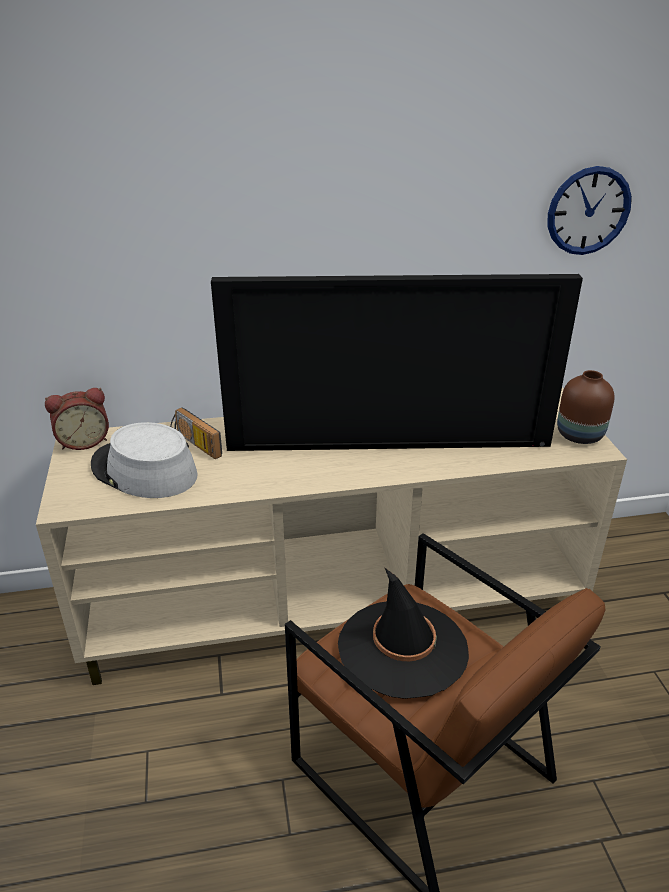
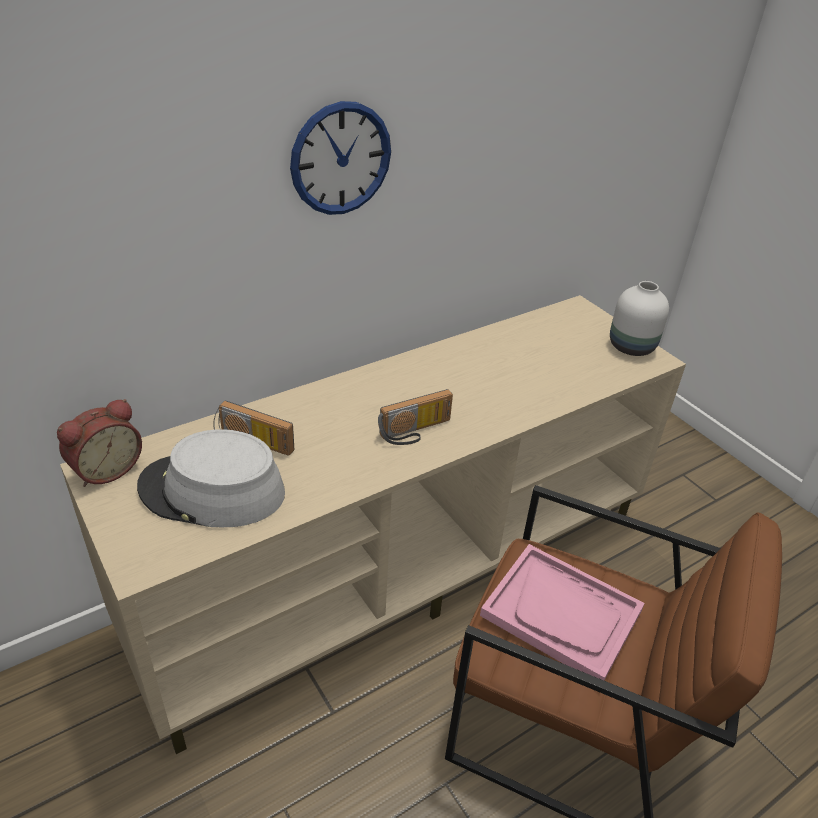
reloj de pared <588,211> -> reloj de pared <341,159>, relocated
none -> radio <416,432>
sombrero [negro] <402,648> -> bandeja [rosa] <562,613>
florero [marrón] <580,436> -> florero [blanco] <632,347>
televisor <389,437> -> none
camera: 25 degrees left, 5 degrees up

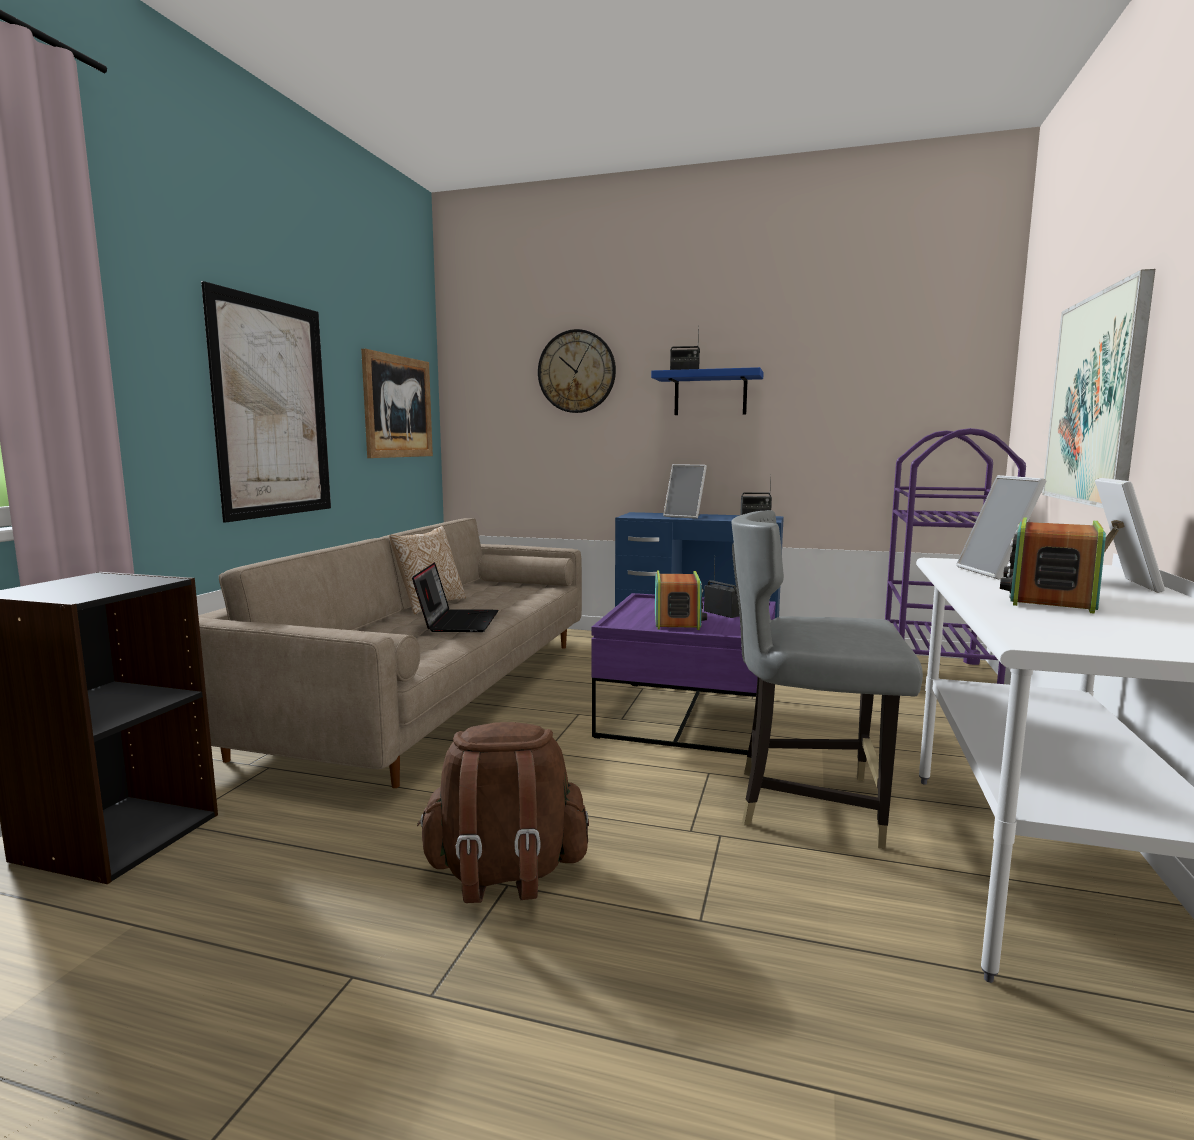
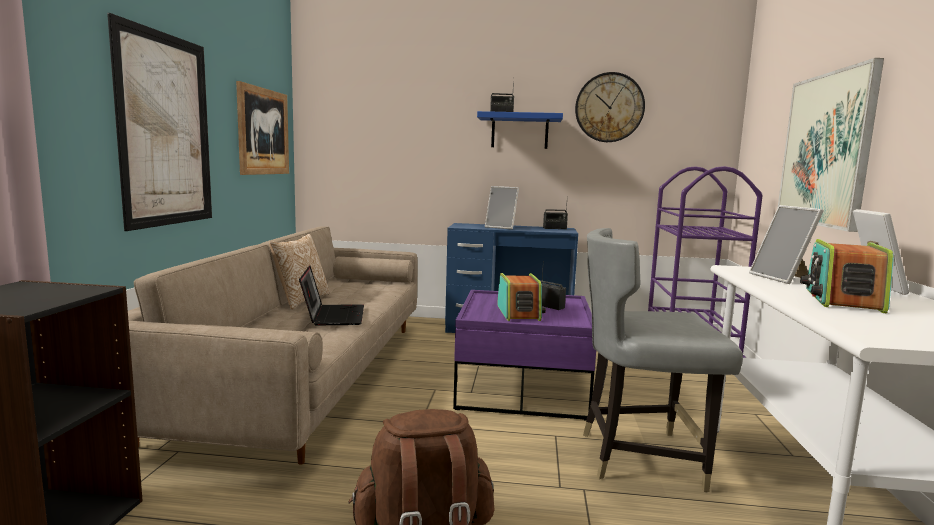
reloj de pared <576,371> -> reloj de pared <609,107>, relocated
camera: 10 degrees left, 0 degrees up

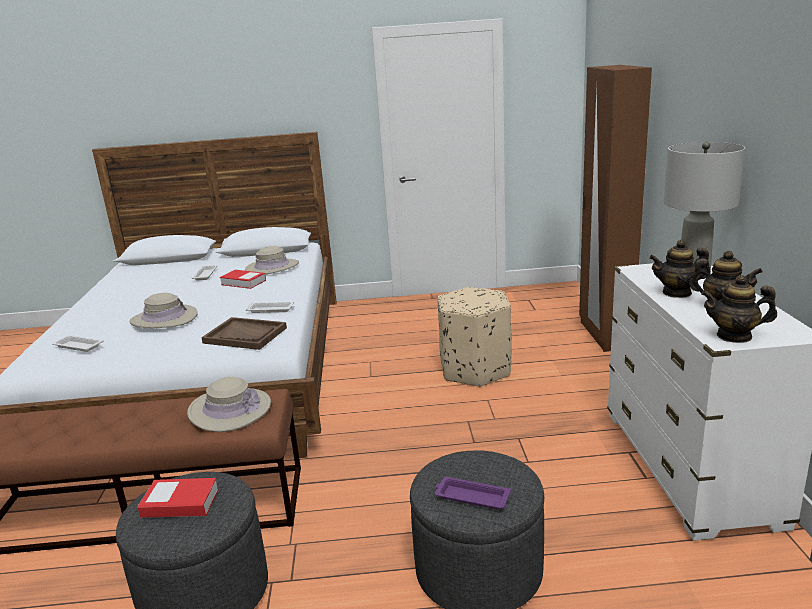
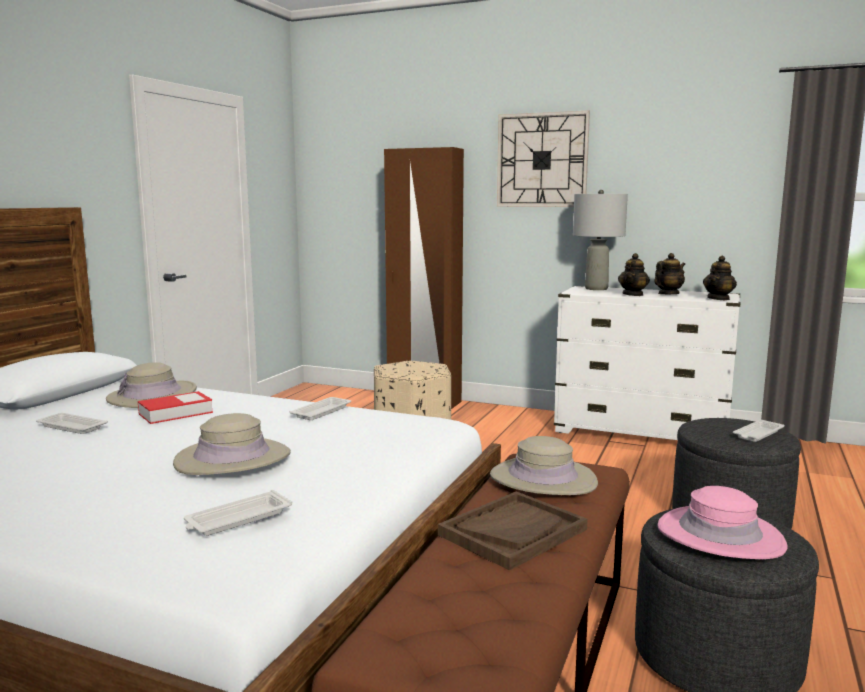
bandeja [marrón] <245,335> -> bandeja [marrón] <513,532>, relocated
none -> reloj de pared <542,160>
libro <180,503> -> sombrero [rosa] <720,536>
bandeja [morado] <471,497> -> bandeja [blanco] <757,434>
camera: 65 degrees left, 10 degrees down

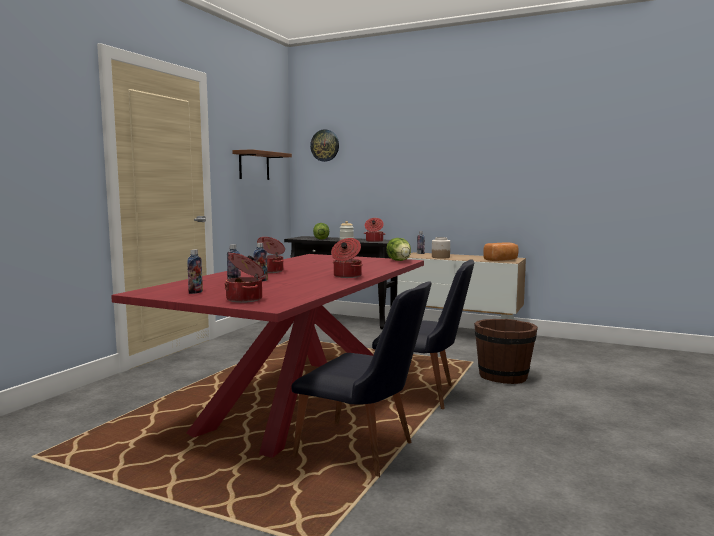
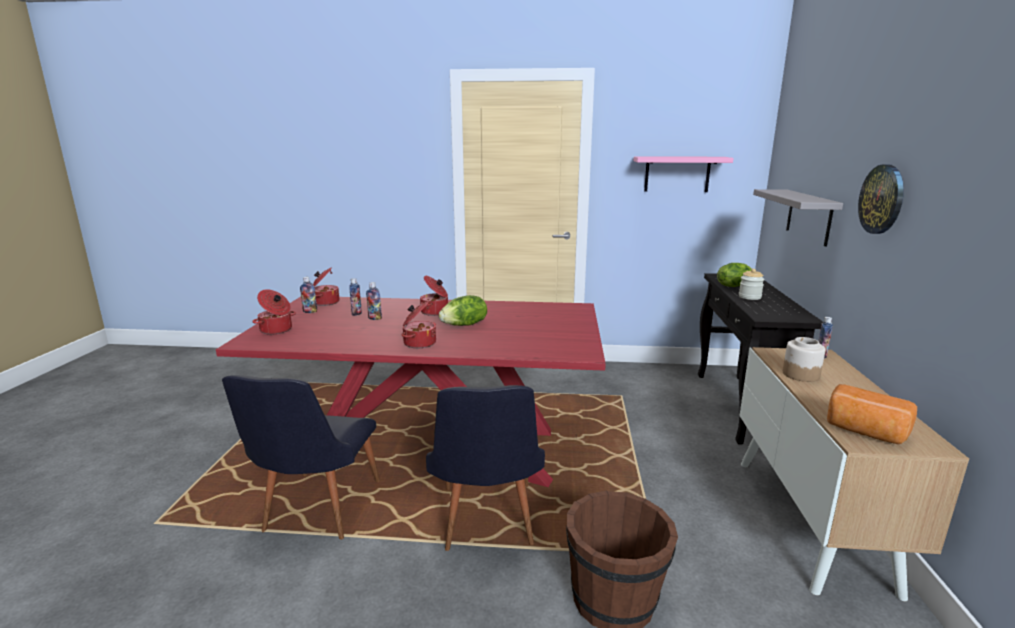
olla <374,241> -> olla <325,302>, relocated
lechuga <399,260> -> lechuga <465,325>, relocated
estante [marrón] <254,165> -> estante [rosa] <677,174>
none -> estante [gris] <809,216>
reloj de pared <325,145> -> reloj de pared <882,199>, relocated
camera: 70 degrees right, 10 degrees up

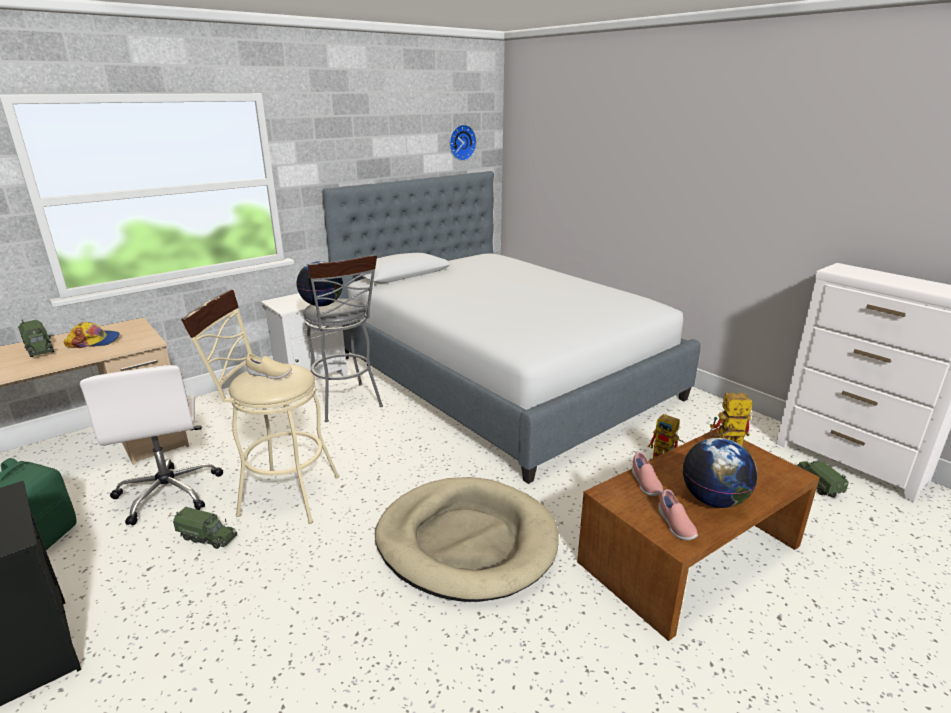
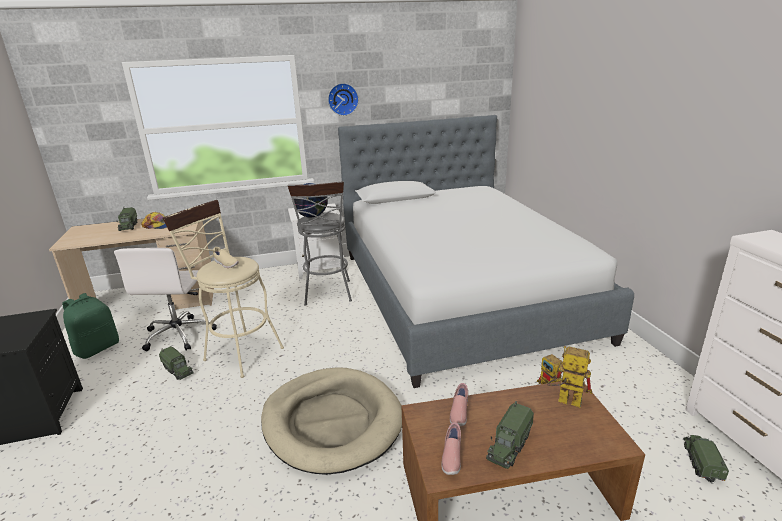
reloj de pared <461,142> -> reloj de pared <342,99>, relocated
globo terráqueo <713,500> -> camión de juguete <509,446>
camera: 25 degrees right, 0 degrees up

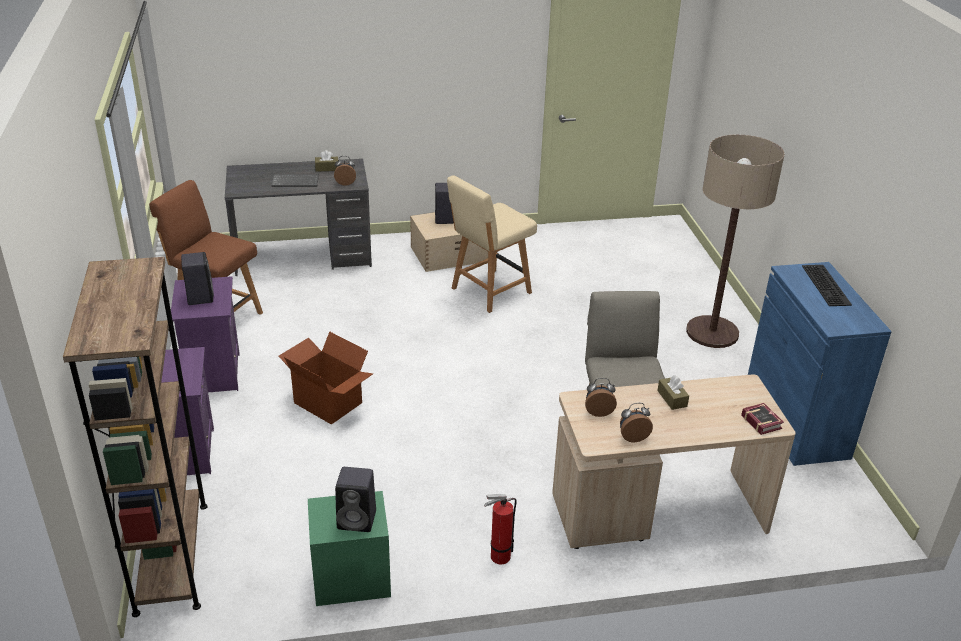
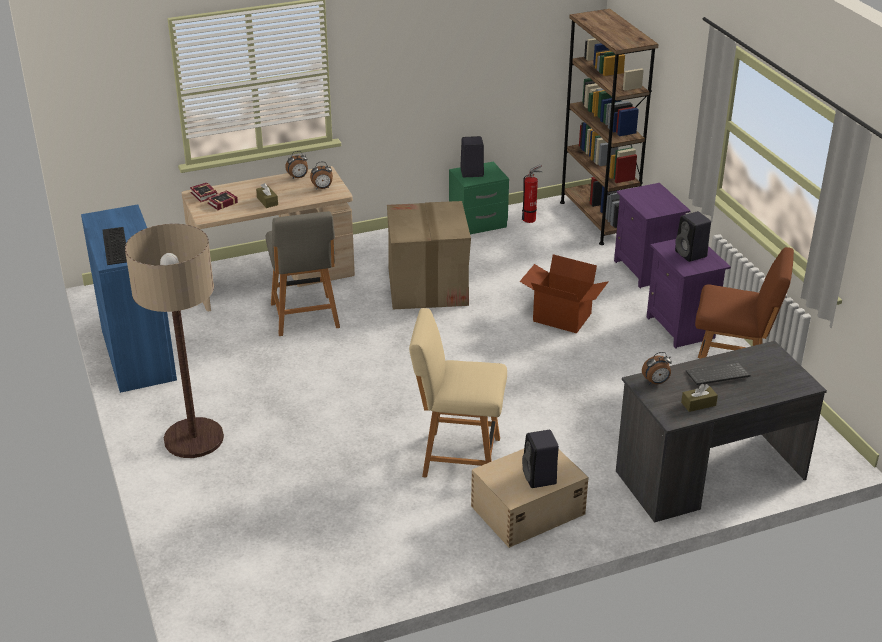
none -> libro <221,203>
none -> caja de cartón <428,287>
silla [beis] <489,291> -> silla [beis] <458,457>, 120 degrees counterclockwise
extintor <497,557> -> extintor <530,219>, relocated
camera: 170 degrees right, 0 degrees up

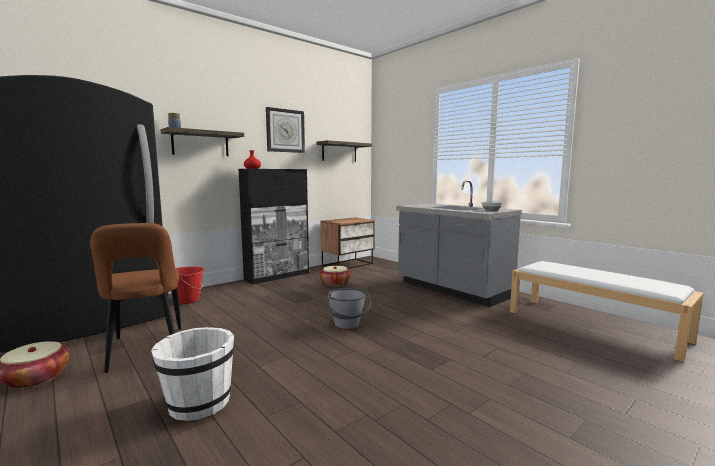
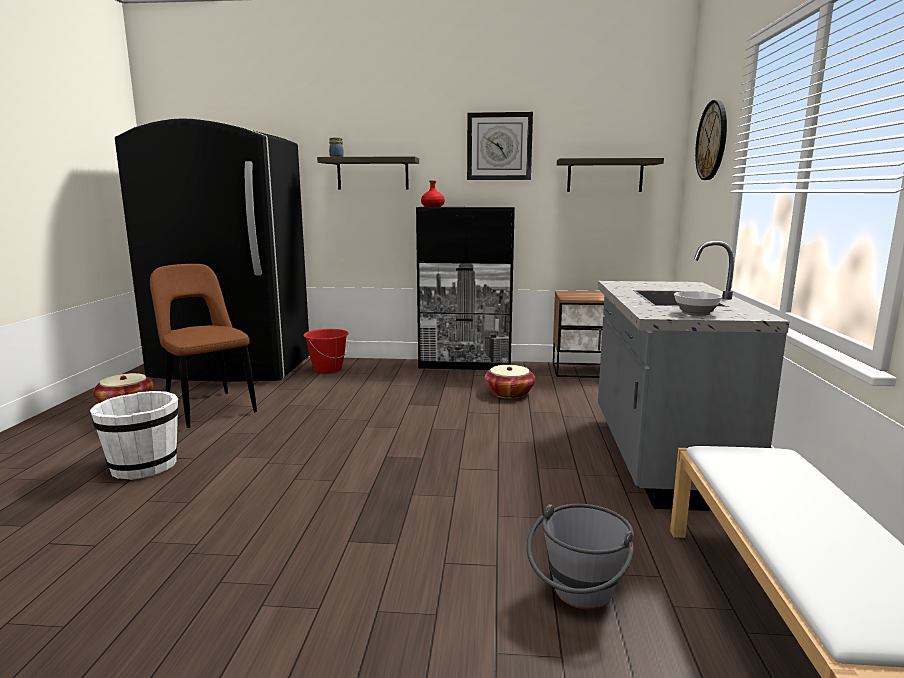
silla [marrón] <146,350> -> silla [marrón] <208,408>, 120 degrees clockwise
cubo [gris] <348,326> -> cubo [gris] <578,598>, relocated
none -> reloj de pared <712,140>
camera: 45 degrees right, 5 degrees up

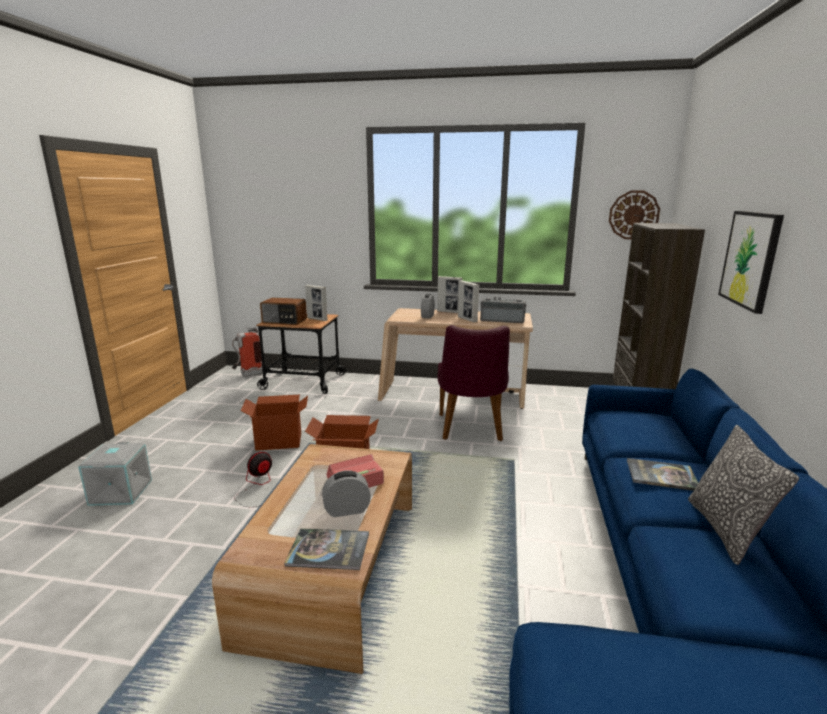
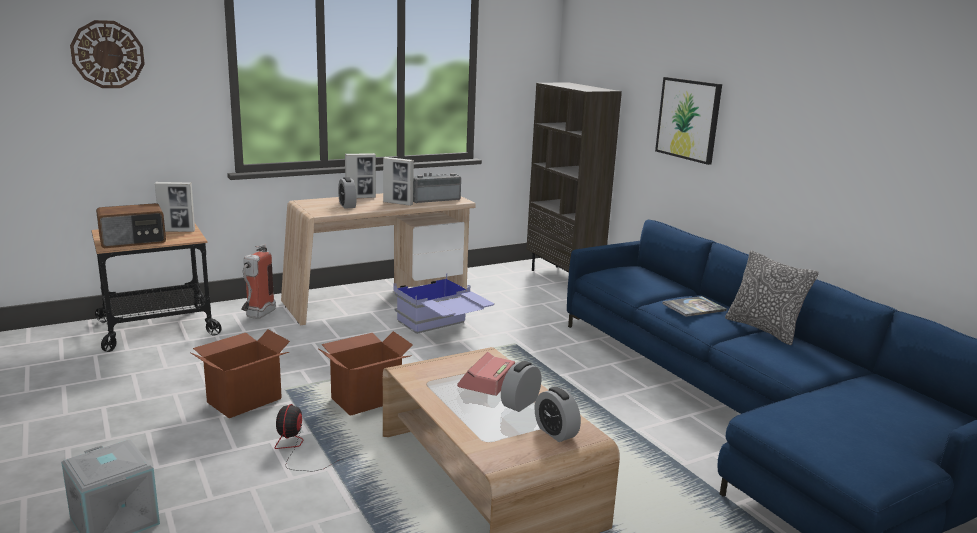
reloj de pared <633,215> -> reloj de pared <108,54>, relocated
extintor <248,375> -> extintor <257,316>, relocated
silla [morado] <471,430> -> caja de almacenaje [azul] <443,329>
libro <328,550> -> despertador <555,432>
camera: 40 degrees left, 0 degrees up

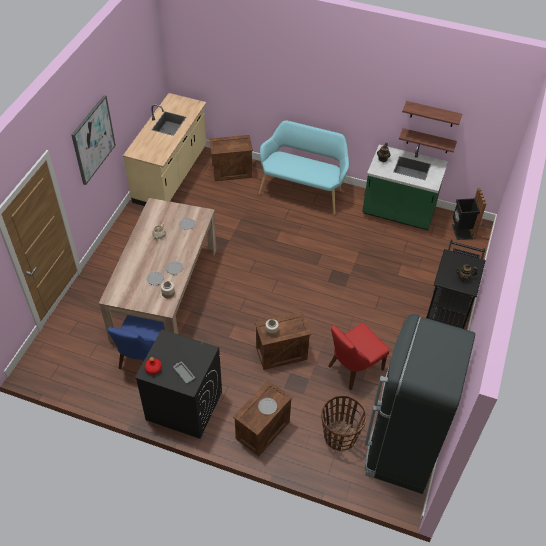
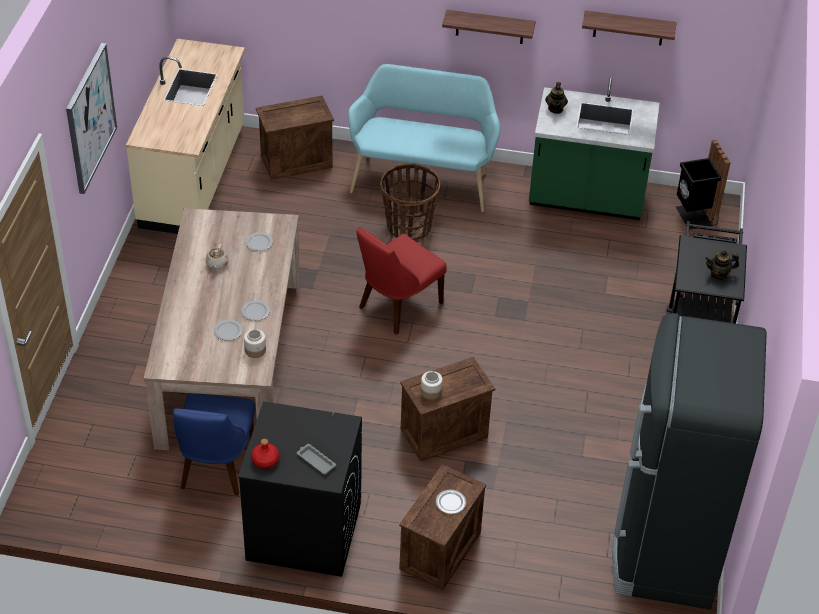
silla [rojo] <353,368> -> silla [rojo] <397,306>, relocated
cesta <339,436> -> cesta <408,227>, relocated
estante <428,141> -> estante <490,27>, relocated
camera: 10 degrees left, 5 degrees down

